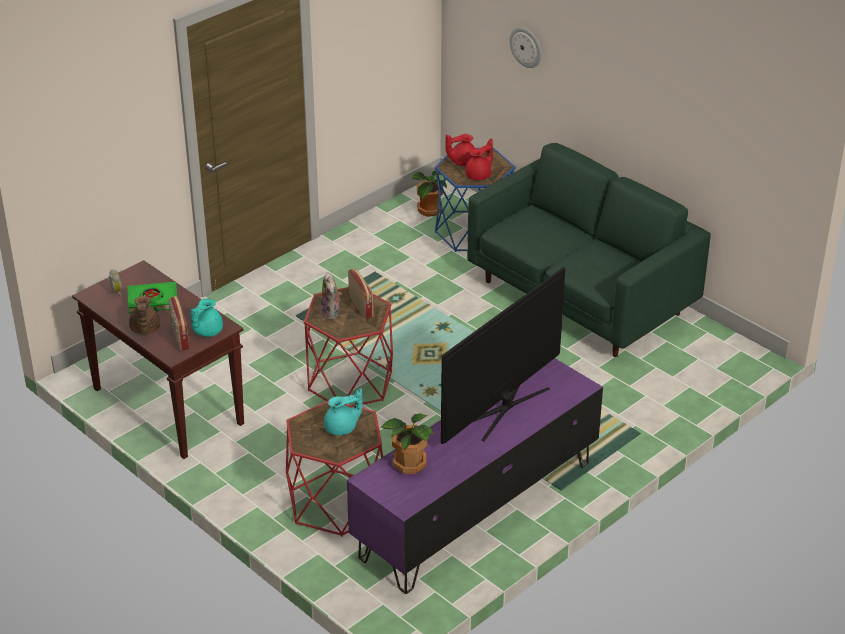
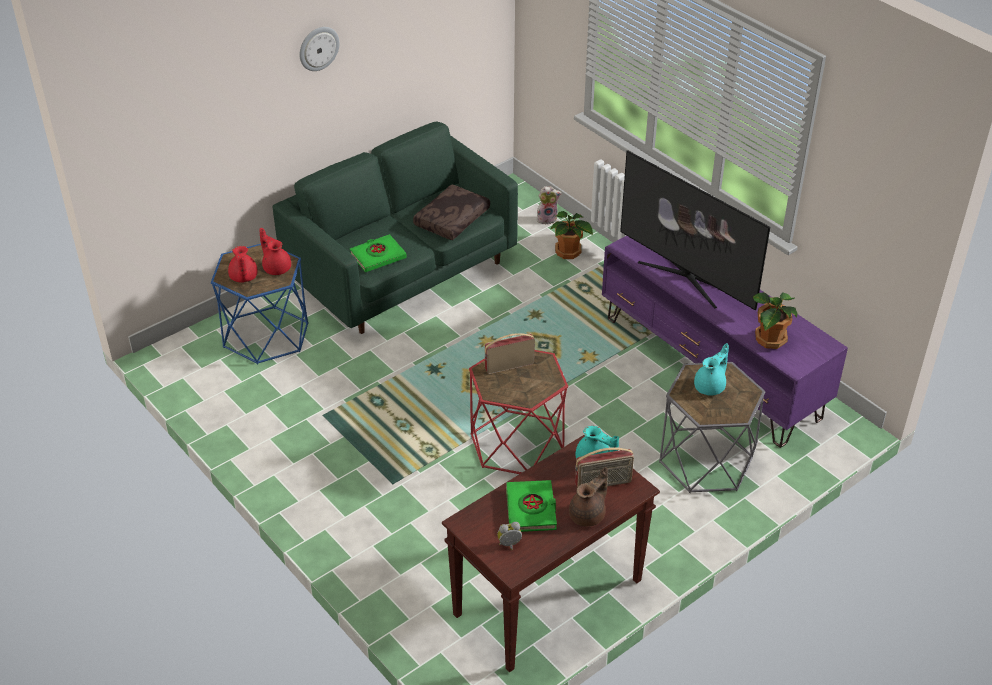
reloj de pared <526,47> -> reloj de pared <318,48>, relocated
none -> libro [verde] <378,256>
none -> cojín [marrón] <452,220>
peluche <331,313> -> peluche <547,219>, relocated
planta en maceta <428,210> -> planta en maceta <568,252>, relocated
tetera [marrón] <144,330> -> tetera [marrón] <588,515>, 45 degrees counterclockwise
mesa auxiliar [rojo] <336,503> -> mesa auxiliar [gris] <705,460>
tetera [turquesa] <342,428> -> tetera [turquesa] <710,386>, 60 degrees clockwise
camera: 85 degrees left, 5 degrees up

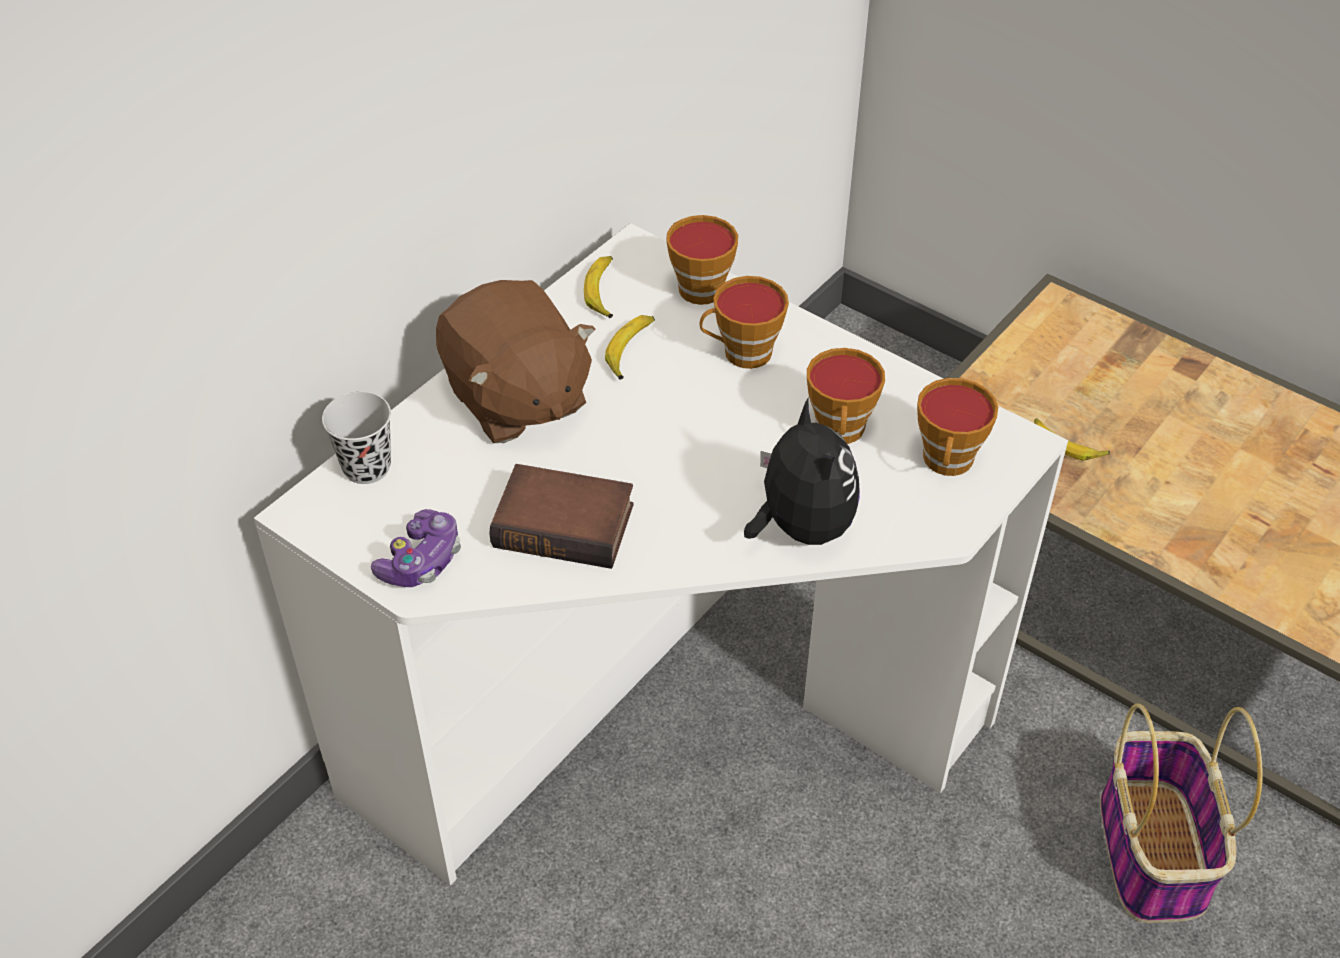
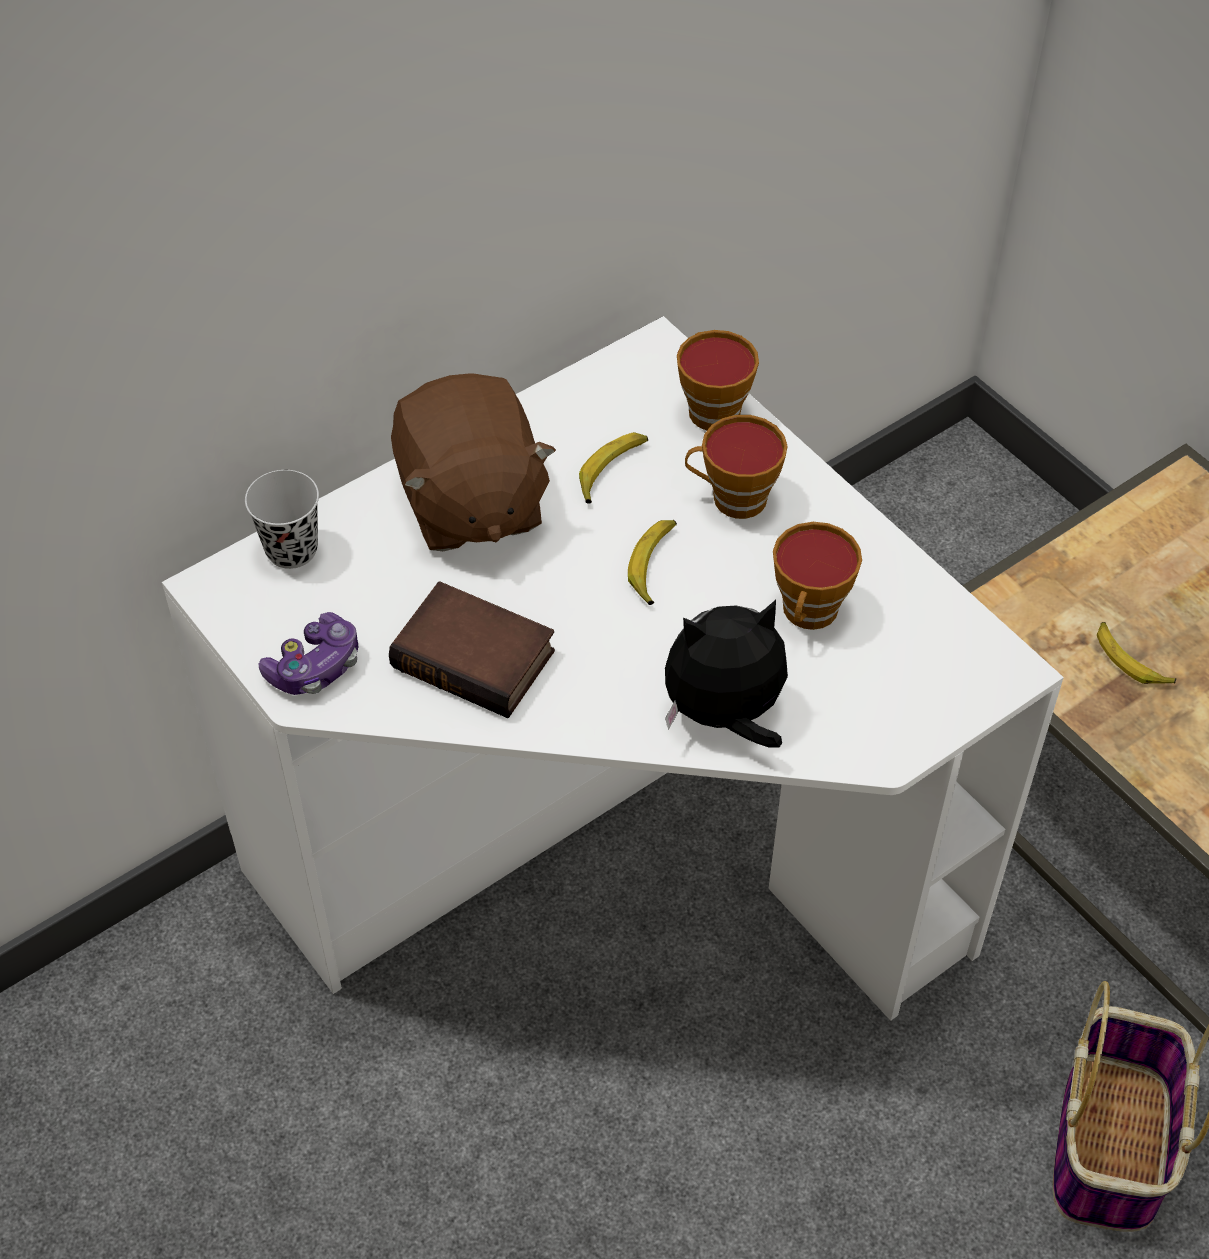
plátano <603,292> -> plátano <654,565>, relocated
peluche <800,527> -> peluche <725,715>, 105 degrees counterclockwise
taza <948,462> -> none
camera: 15 degrees right, 5 degrees up

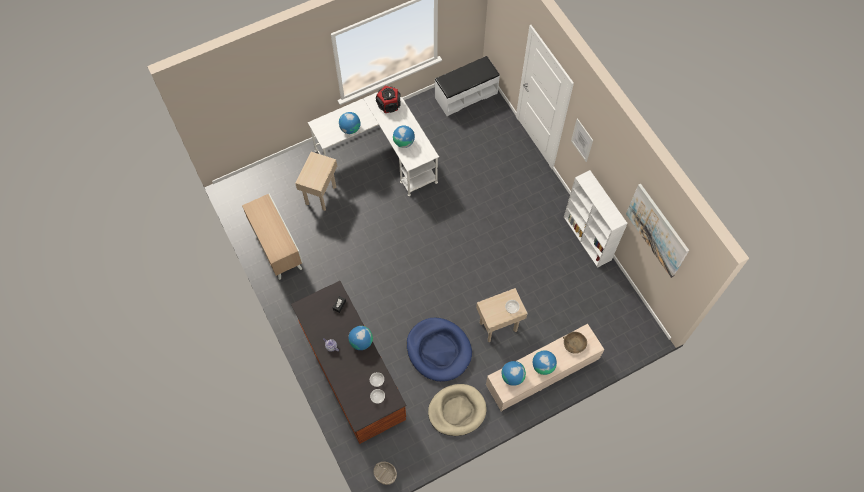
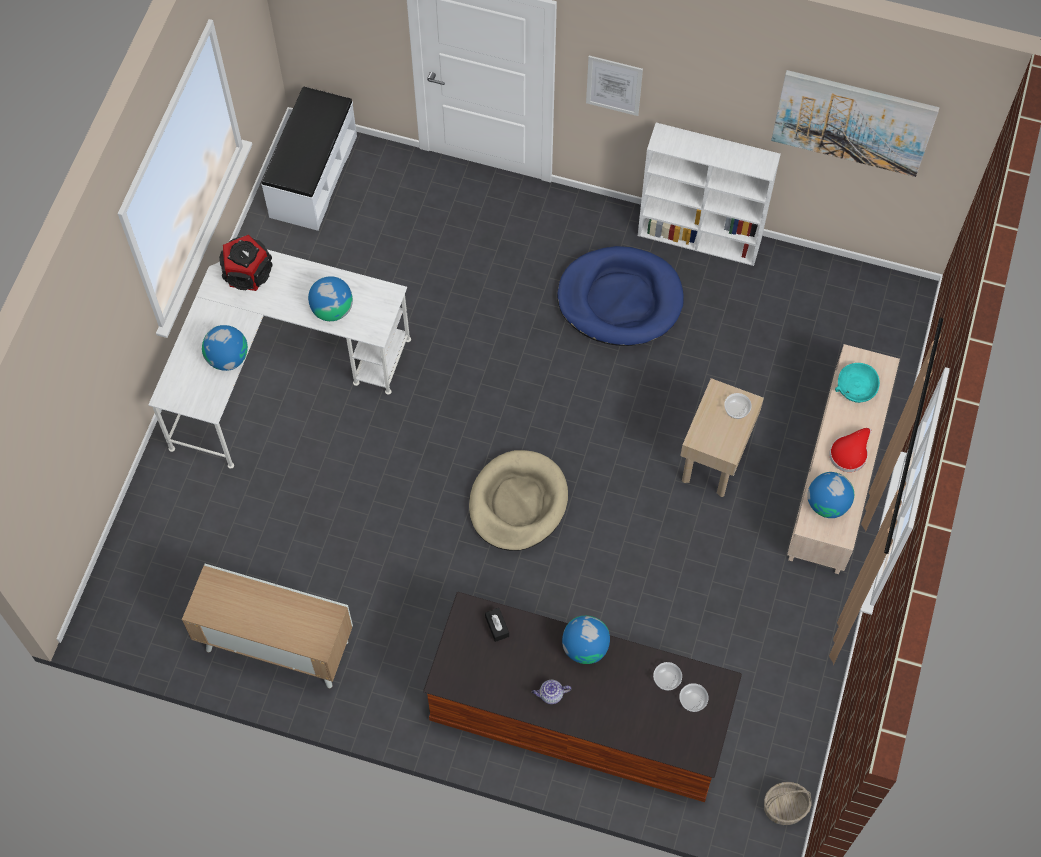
cama para perro [beis] <457,410> -> cama para perro [beis] <518,502>, relocated
cama para perro [azul] <438,350> -> cama para perro [azul] <620,299>, relocated
globo terráqueo <543,366> -> sombrero [rojo] <850,453>
cuenco [marrón] <574,344> -> cuenco [turquesa] <856,387>
mesa auxiliar [beis] <321,195> -> none
camera: 45 degrees left, 0 degrees up

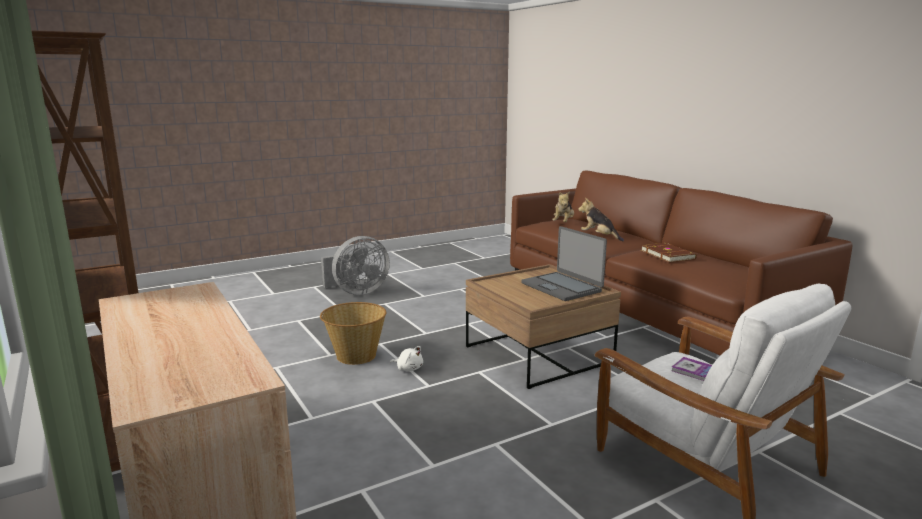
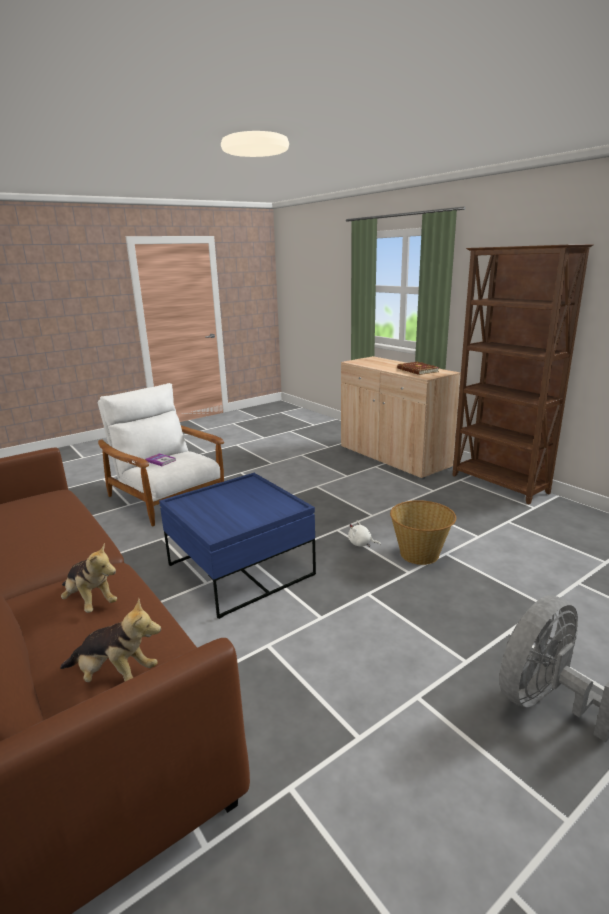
peluche <563,223> -> peluche <114,676>, 90 degrees clockwise
mesa de centro [marrón] <538,354> -> mesa de centro [azul] <240,570>
libro [marrón] <668,255> -> libro [marrón] <417,370>, relocated
portátil <562,287> -> none
camera: 175 degrees right, 5 degrees up

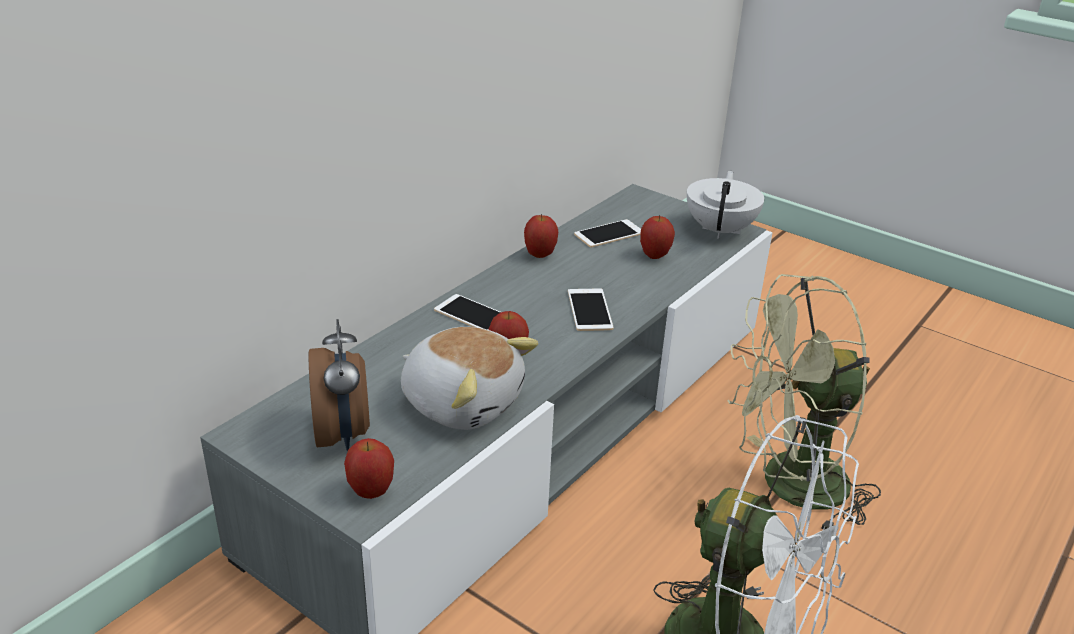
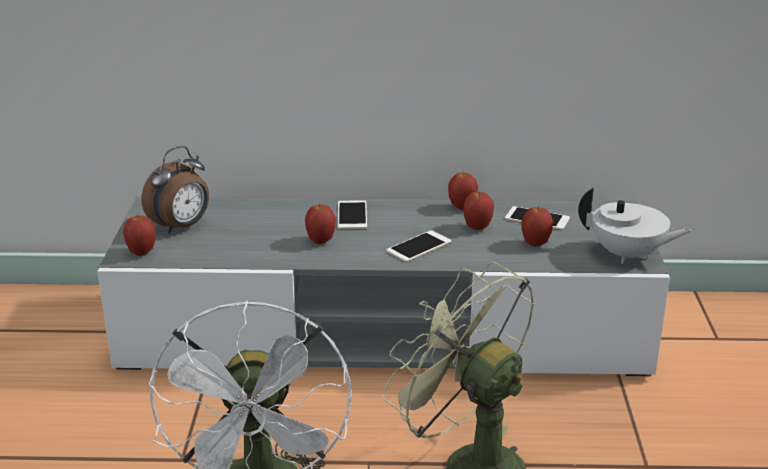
none -> manzana <477,228>
tetera [blanco] <720,230> -> tetera [blanco] <627,255>, 45 degrees clockwise
peluche <462,401> -> none
camera: 55 degrees right, 5 degrees down

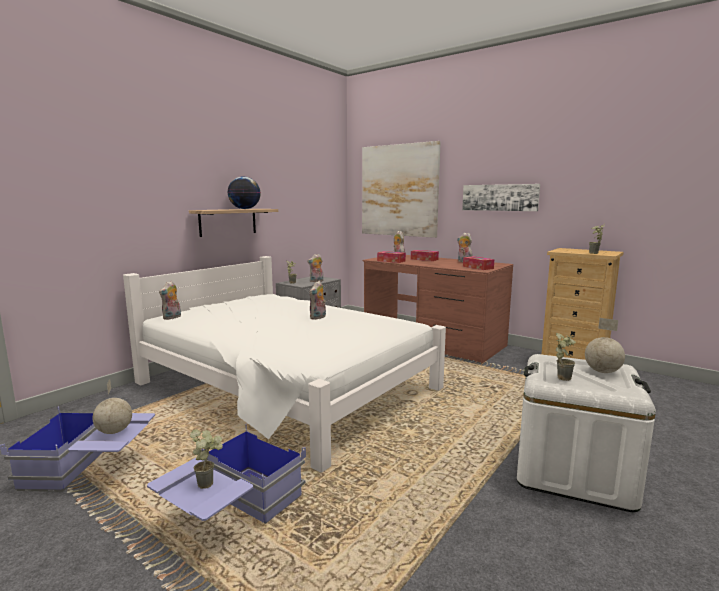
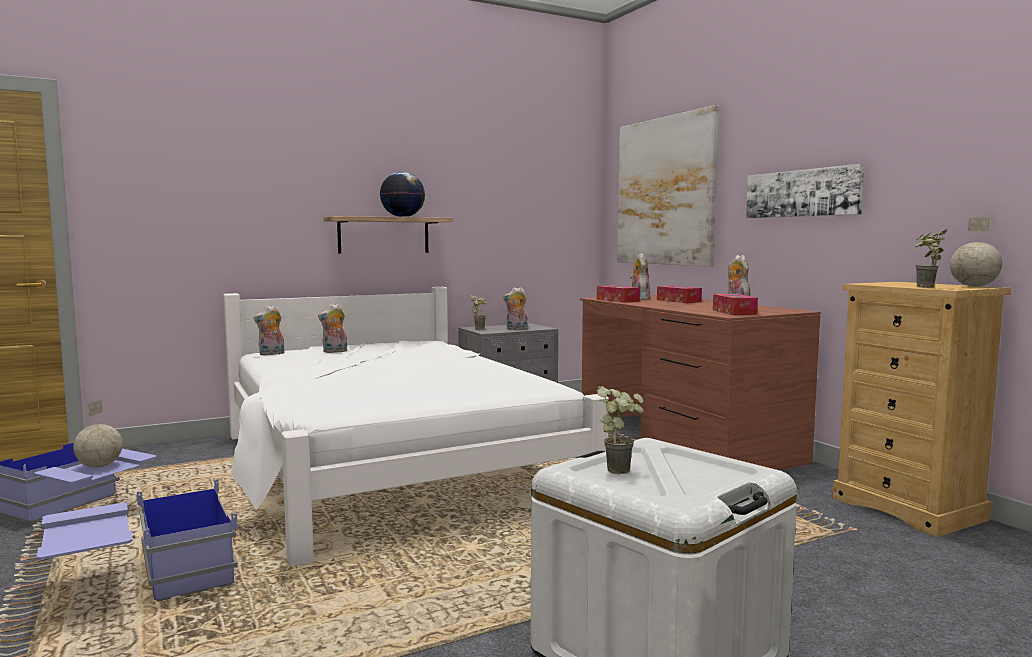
peluche <318,317> -> peluche <335,352>, relocated
globo terráqueo <602,372> -> globo terráqueo <974,286>, relocated
planta en maceta <209,482> -> none
camera: 25 degrees right, 5 degrees down

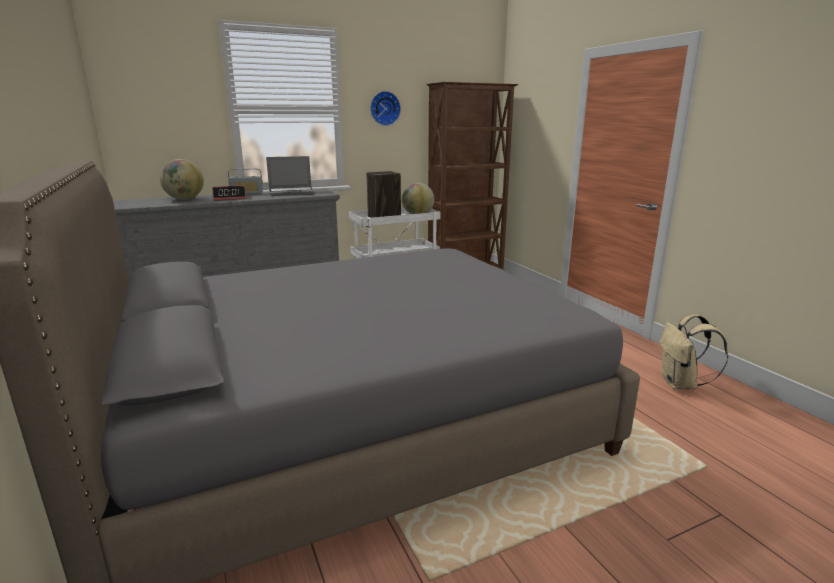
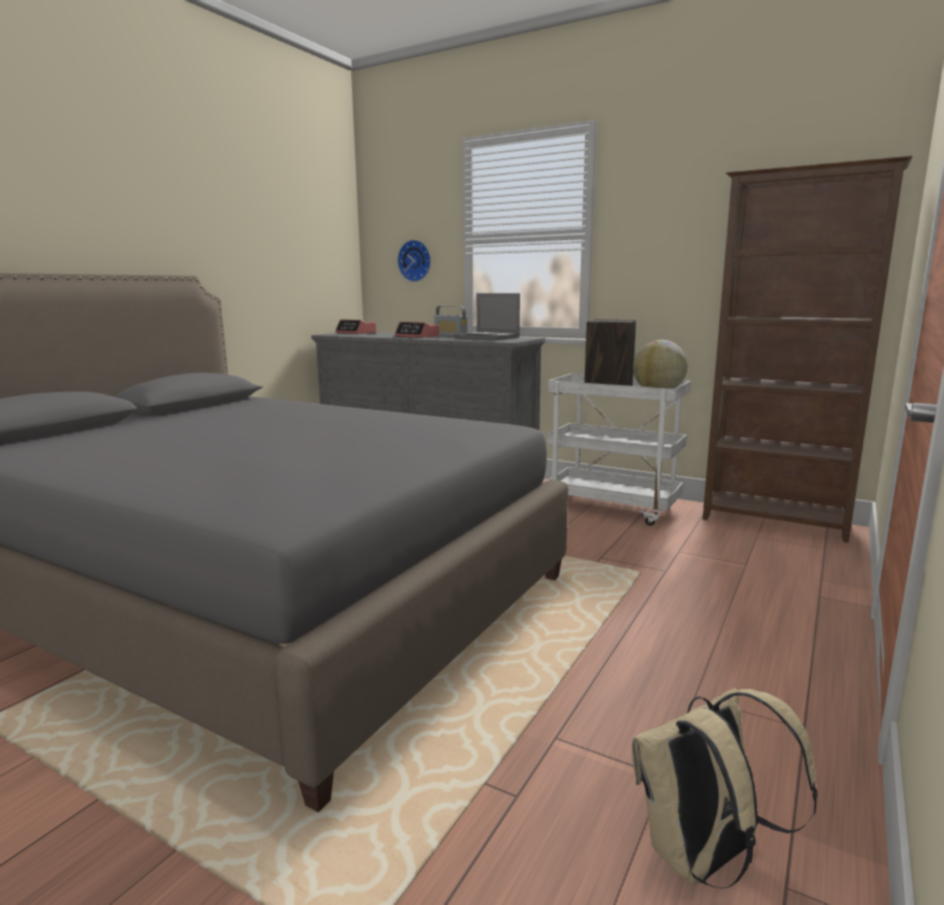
none -> despertador <356,333>
reloj de pared <384,108> -> reloj de pared <415,261>, relocated
globo terráqueo <184,199> -> none
camera: 55 degrees right, 5 degrees down

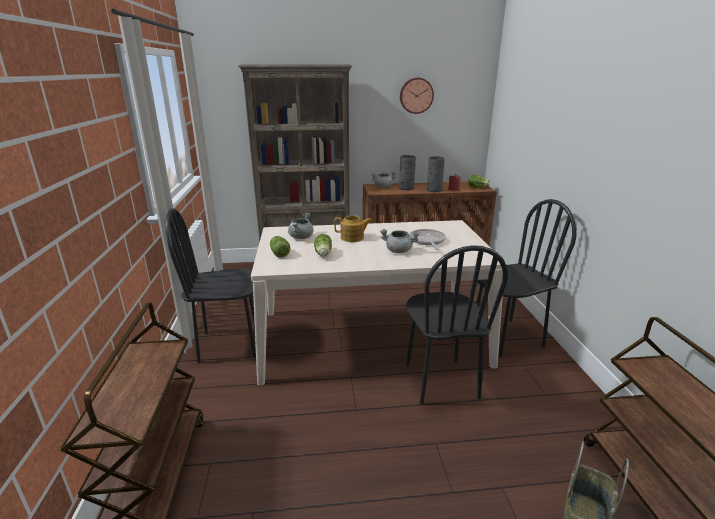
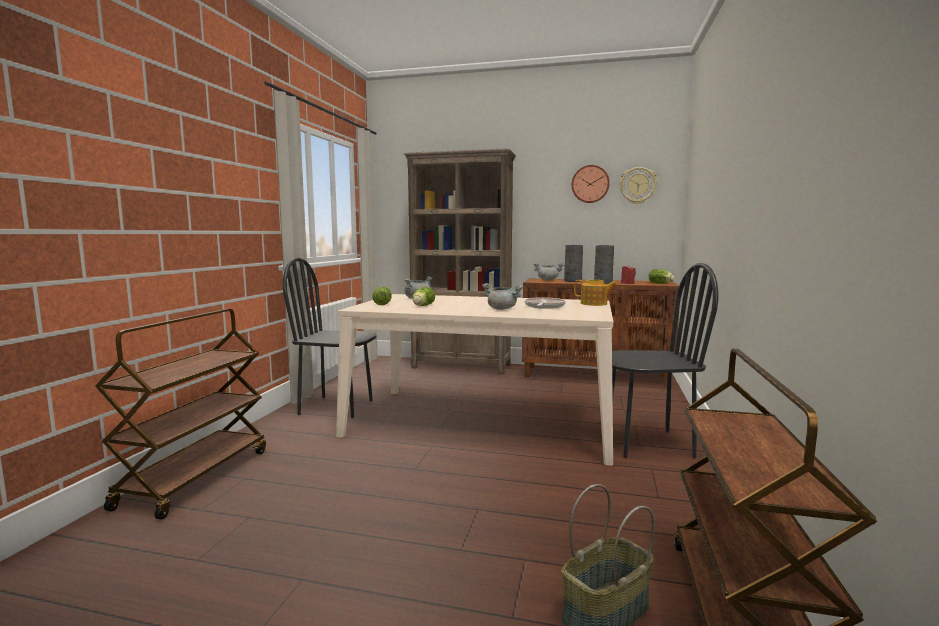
tetera <352,238> -> tetera <594,304>, relocated
none -> reloj de pared <637,185>
silla [negro] <440,381> -> none
camera: 20 degrees right, 15 degrees down

